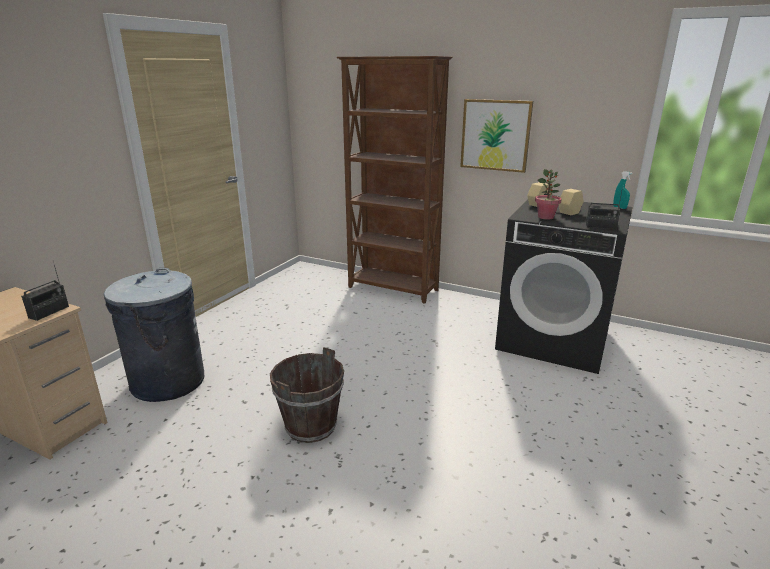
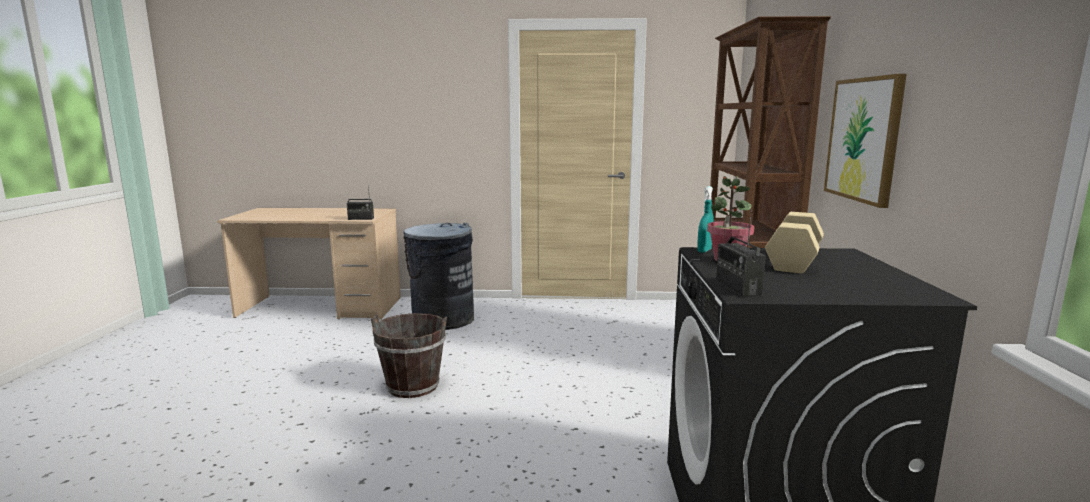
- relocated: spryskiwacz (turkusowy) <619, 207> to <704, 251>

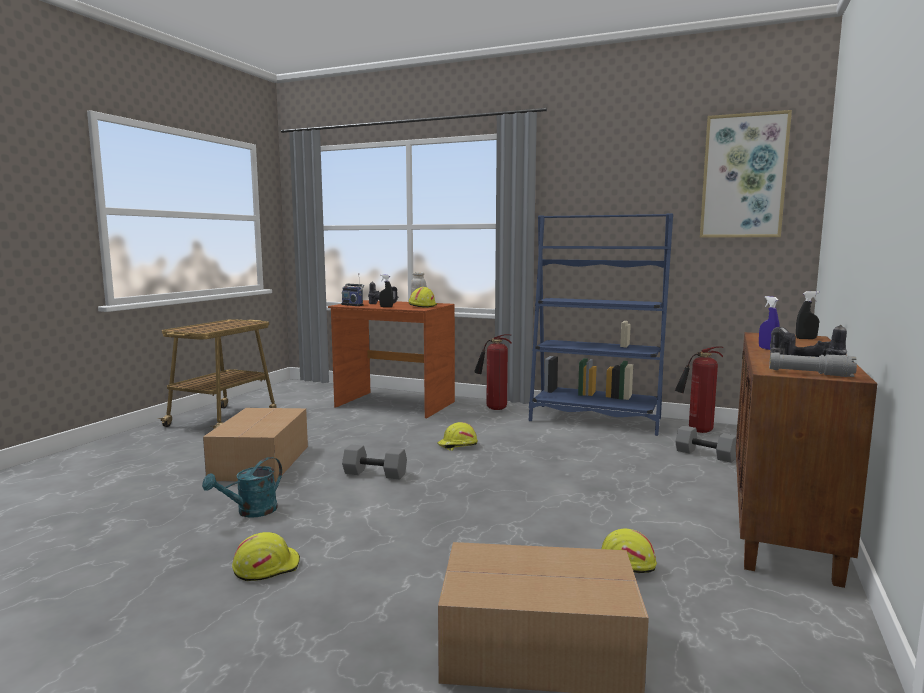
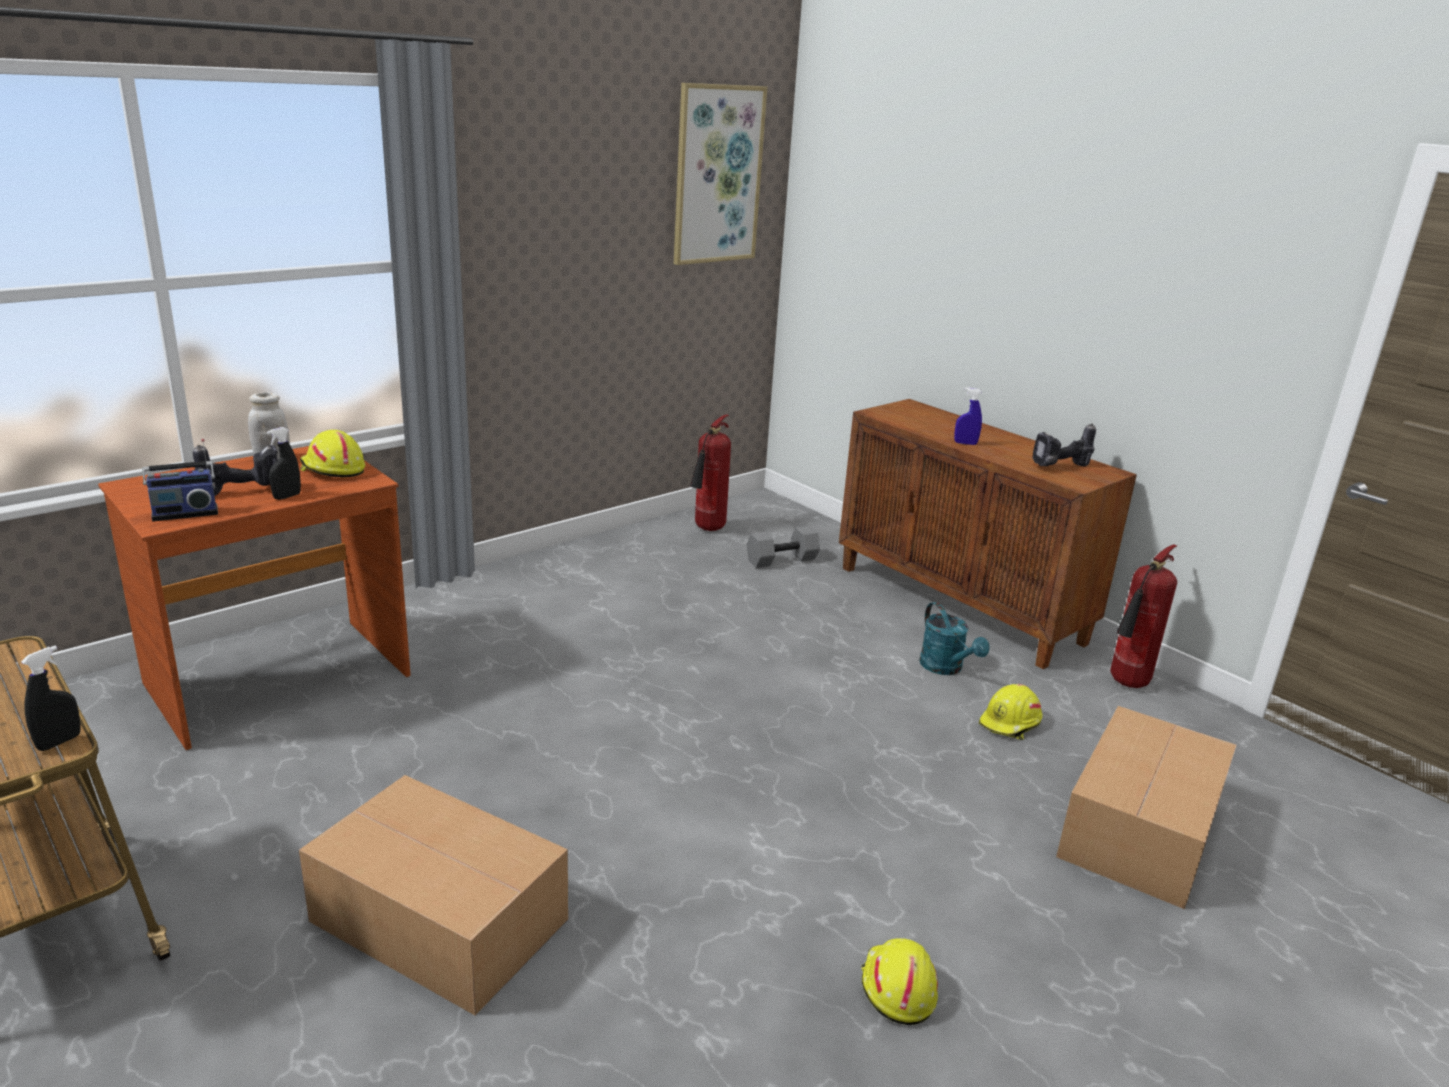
- relocated: konewka (turkusowy) <251, 512> to <946, 668>
- missing: hantel (szary) <376, 474>
- missing: kask (żółty) <457, 445>
- relocated: gaśnica <493, 409> to <1127, 684>
- missing: regał (niebieski) <595, 420>
- missing: latarka (szary) <810, 374>
- relocated: spryskiwacz (czarny) <806, 338> to <59, 742>

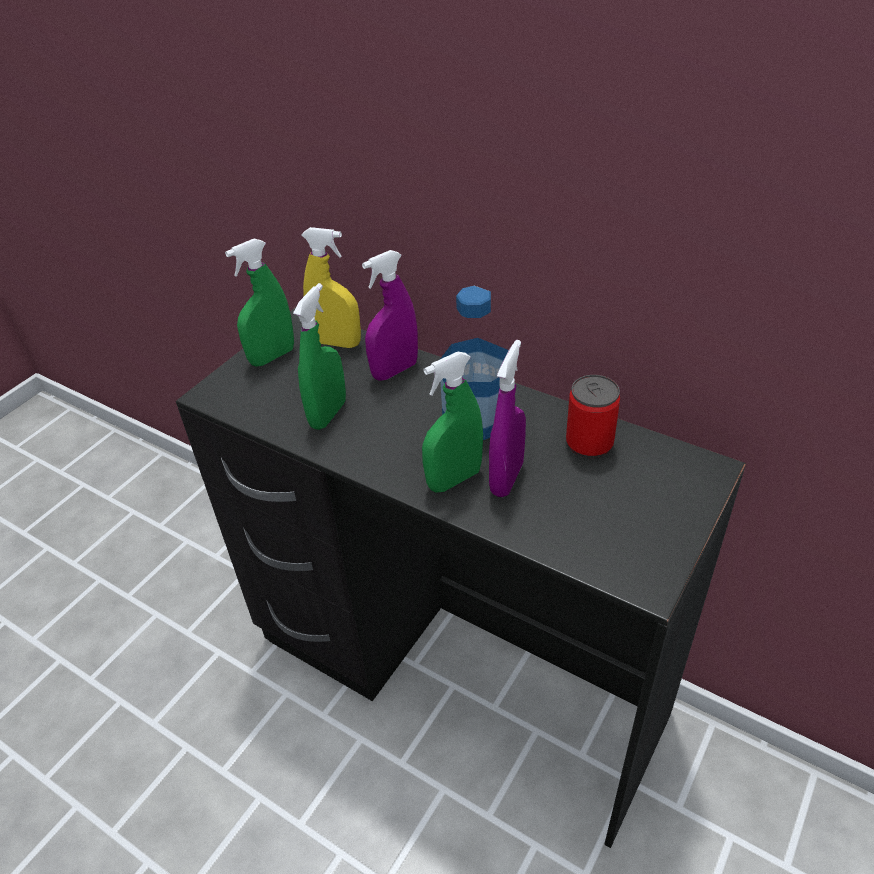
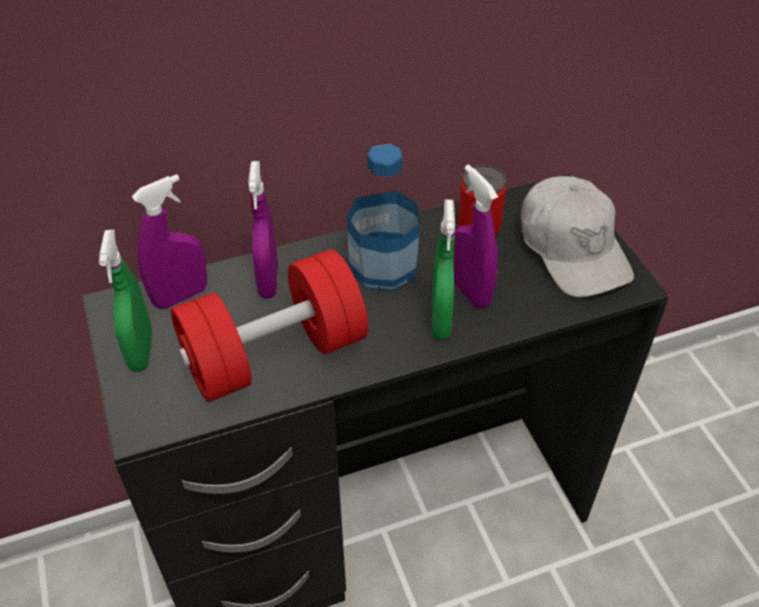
- exchanged: spryskiwacz (zielony) <328, 414> to hantel (czerwony) <274, 354>
- colour: spryskiwacz (żółty) <337, 343> to spryskiwacz (fioletowy) <180, 296>
- appeared: czapka z daszkiem (biały) <572, 249>

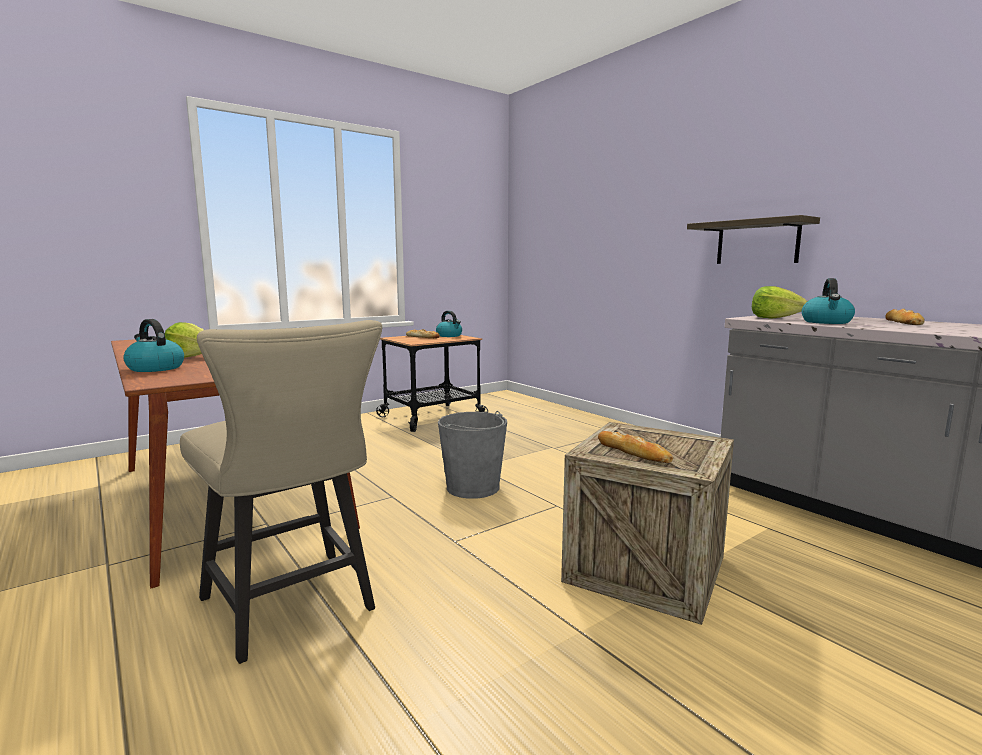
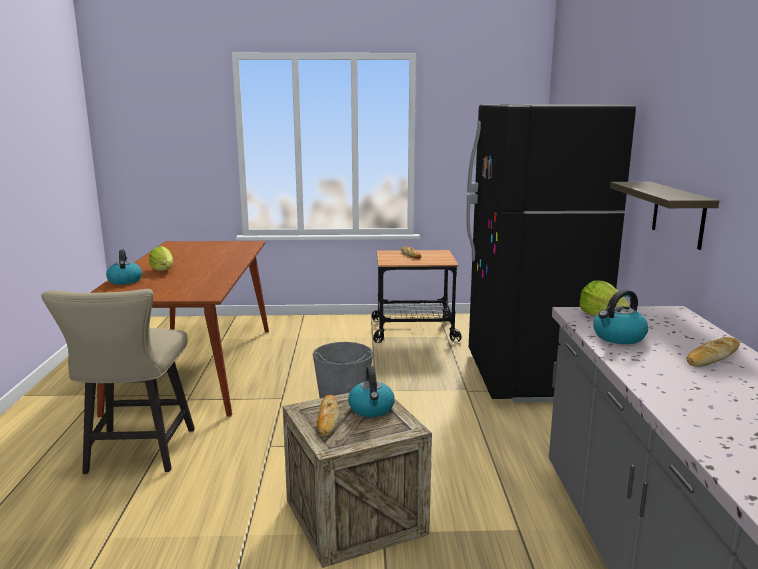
- relocated: czajnik <449, 336> to <371, 409>
- appeared: lodówka (czarny) <529, 376>

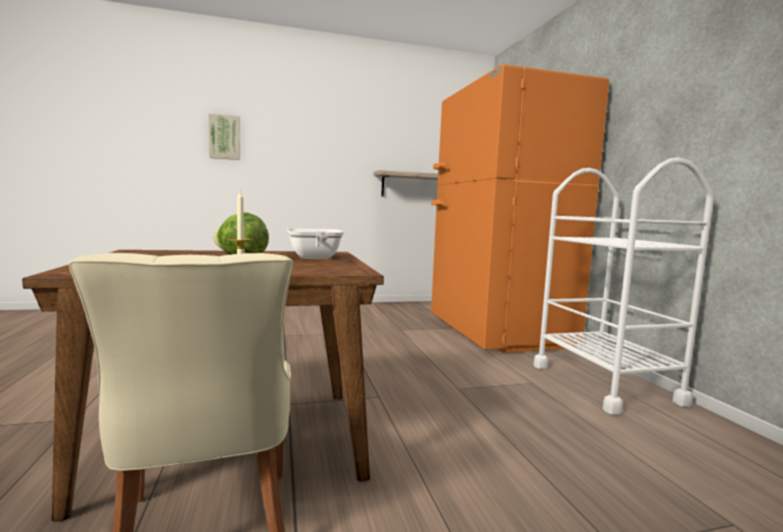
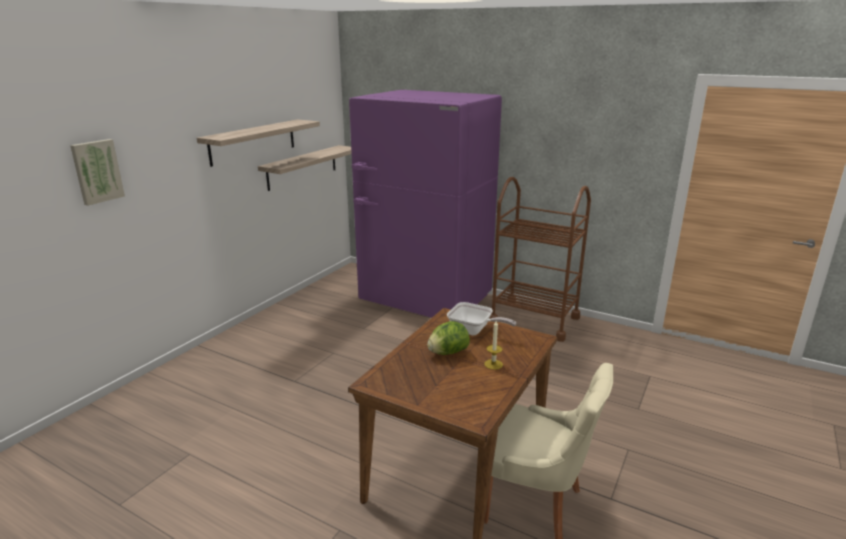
- colour: lodówka (pomarańczowy) <497, 333> to lodówka (fioletowy) <425, 300>
- colour: wózek (biały) <604, 384> to wózek (brązowy) <534, 320>
- appeared: półka <253, 141>

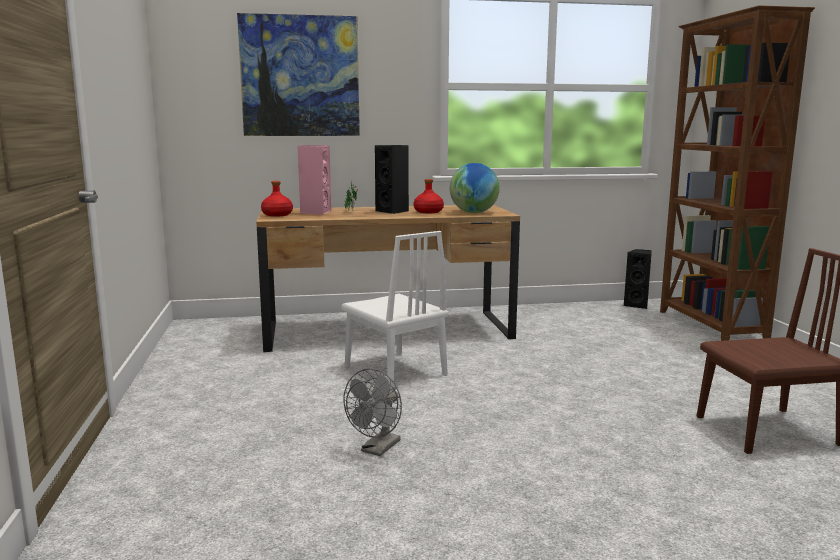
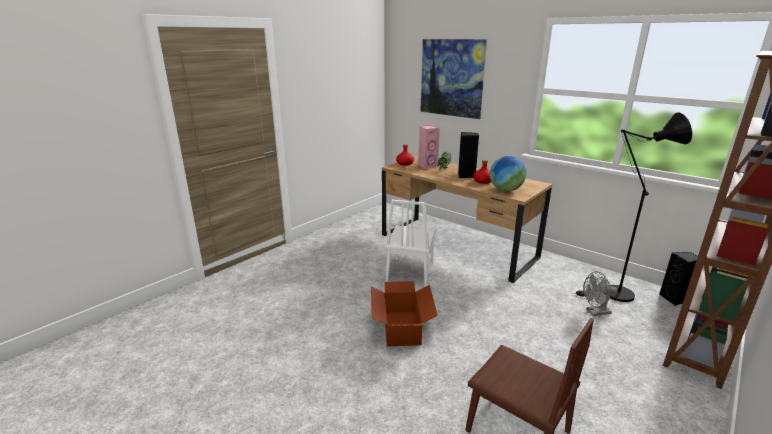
- relocated: wentylator (szary) <377, 449> to <595, 312>
- appeared: karton <402, 328>
- appeared: lampa stojąca (czarny) <613, 294>

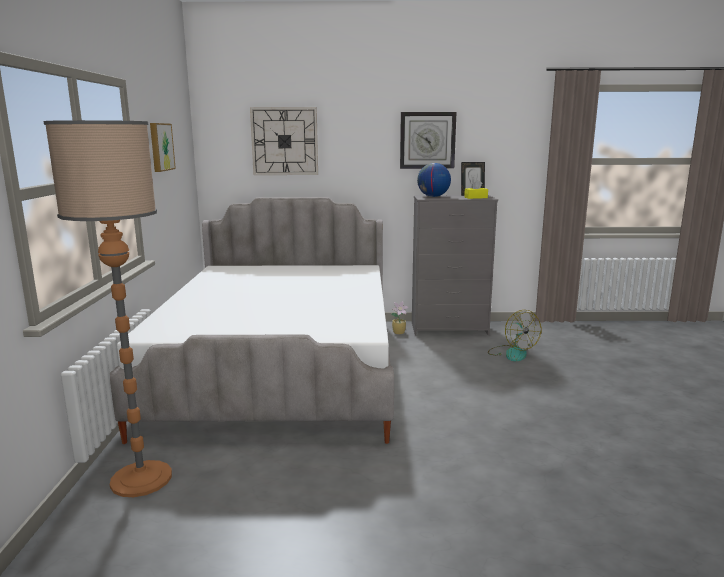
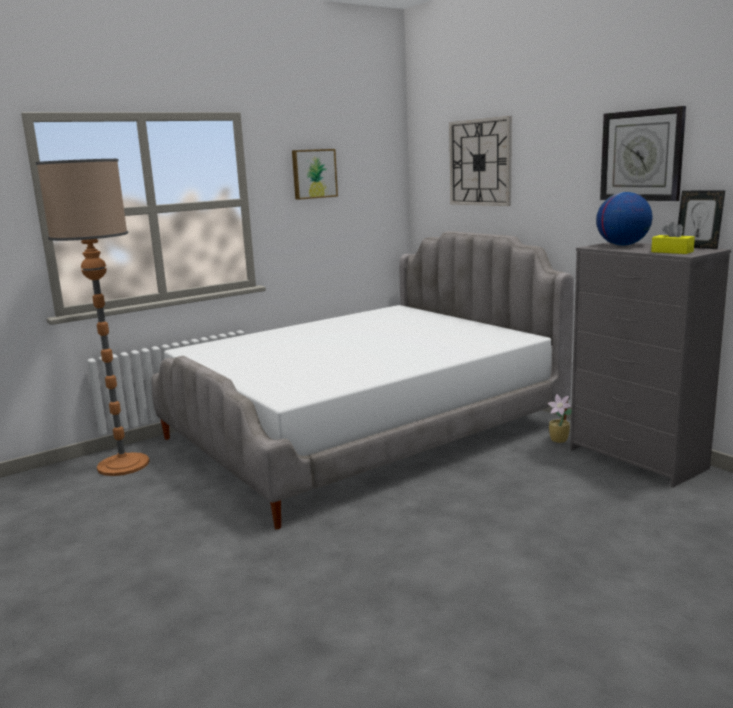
- missing: wentylator <511, 353>

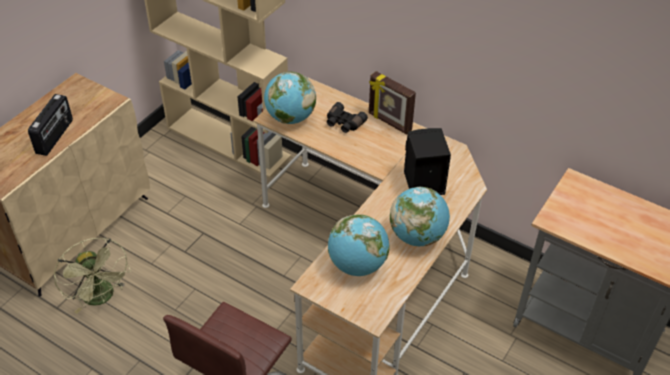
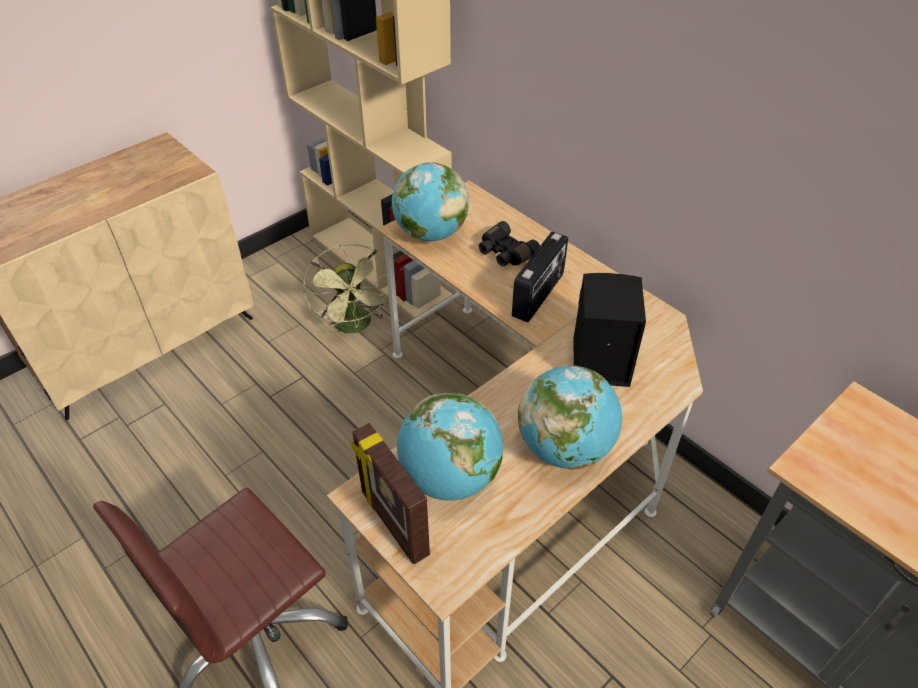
- relocated: radio <55, 137> to <539, 295>
- relocated: wentylator (zielony) <102, 298> to <356, 326>
- relocated: ramka na zdjęcie <389, 122> to <393, 523>

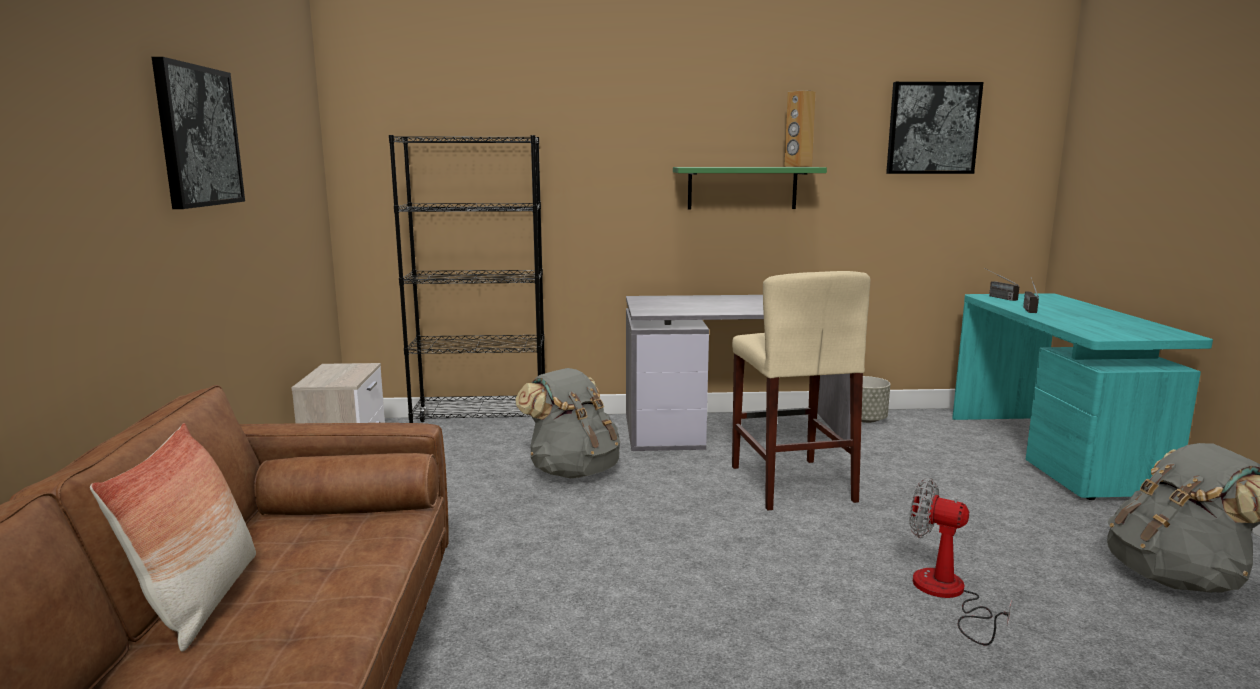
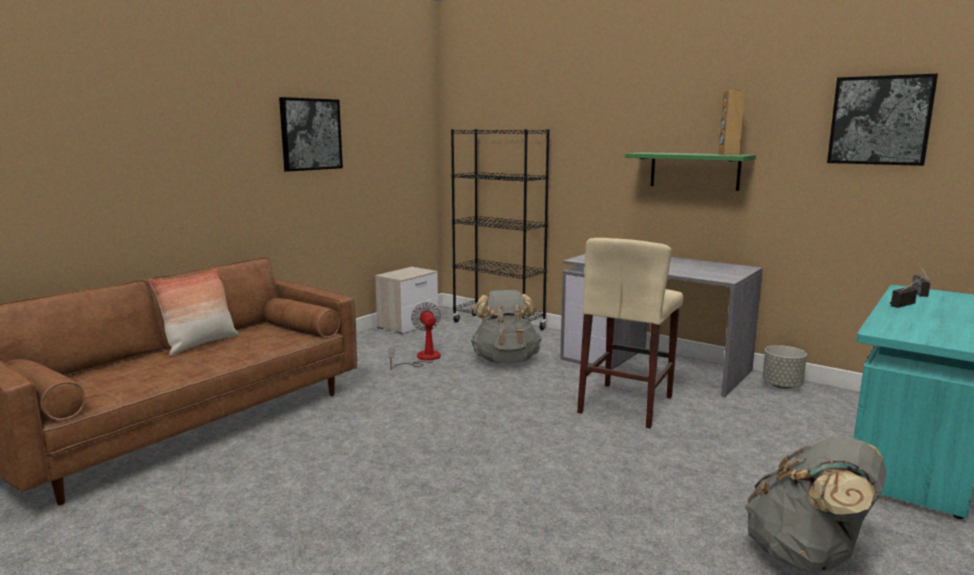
- relocated: wentylator <947, 595> to <422, 359>

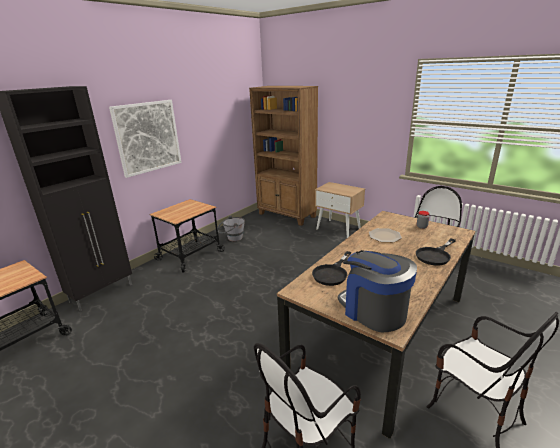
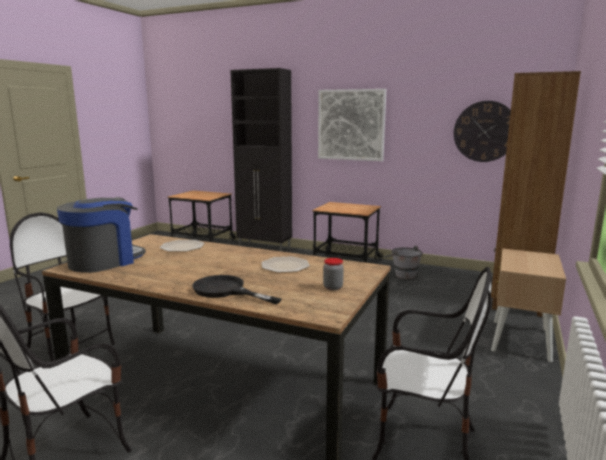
- exchanged: patelnia (czarny) <332, 273> to talerz <182, 247>
- appeared: zegar ścienny <485, 131>

